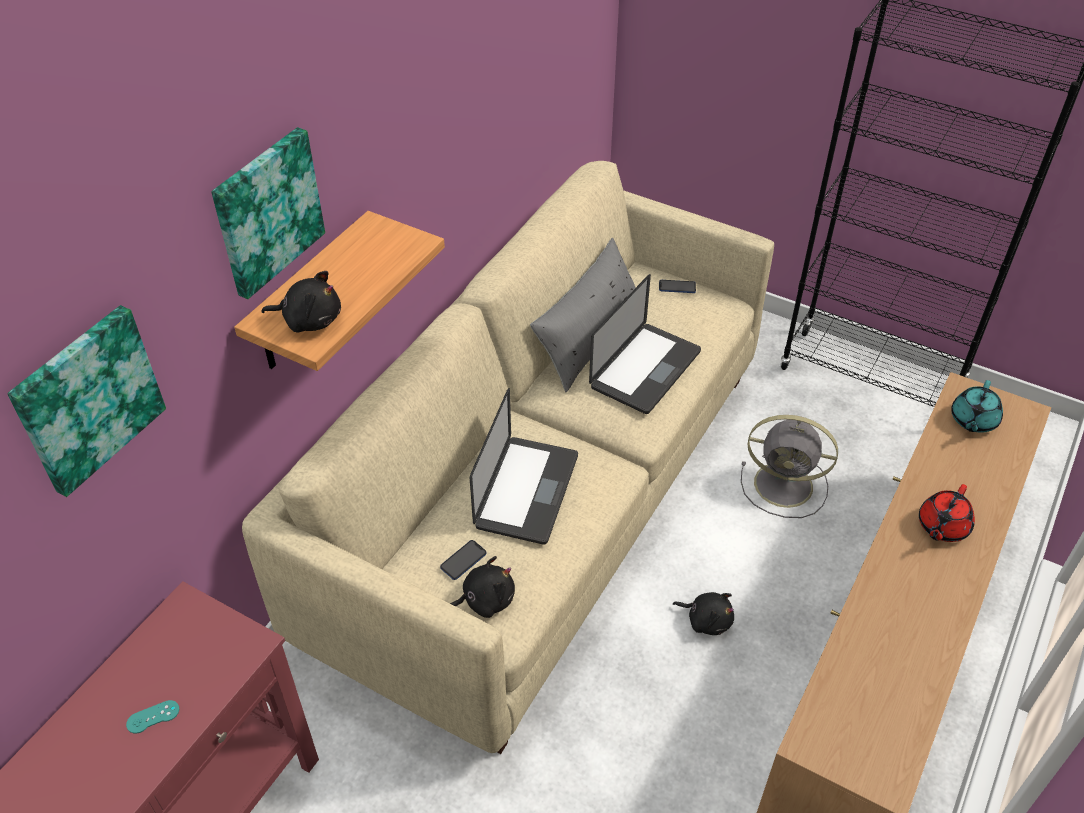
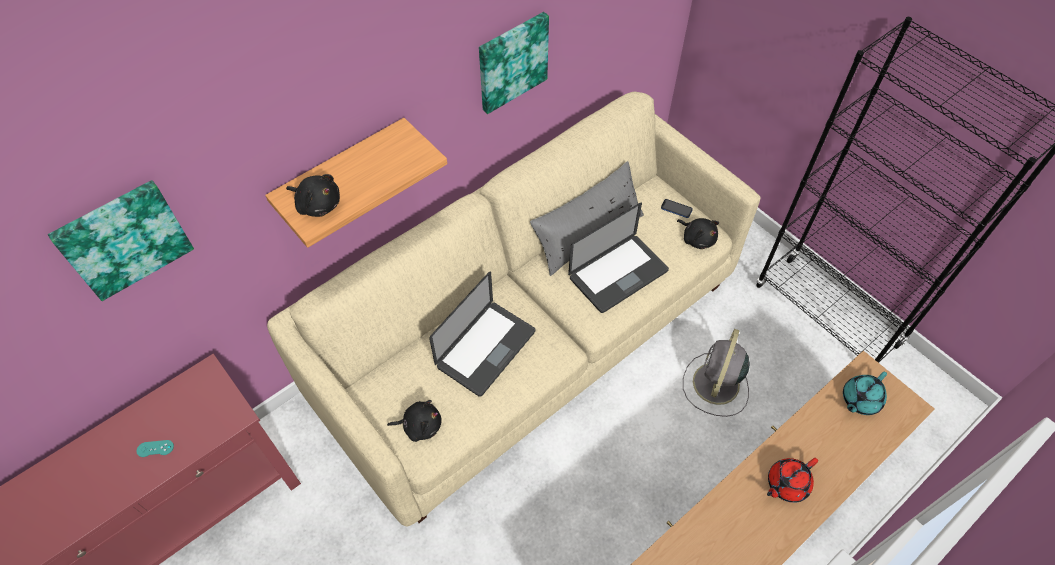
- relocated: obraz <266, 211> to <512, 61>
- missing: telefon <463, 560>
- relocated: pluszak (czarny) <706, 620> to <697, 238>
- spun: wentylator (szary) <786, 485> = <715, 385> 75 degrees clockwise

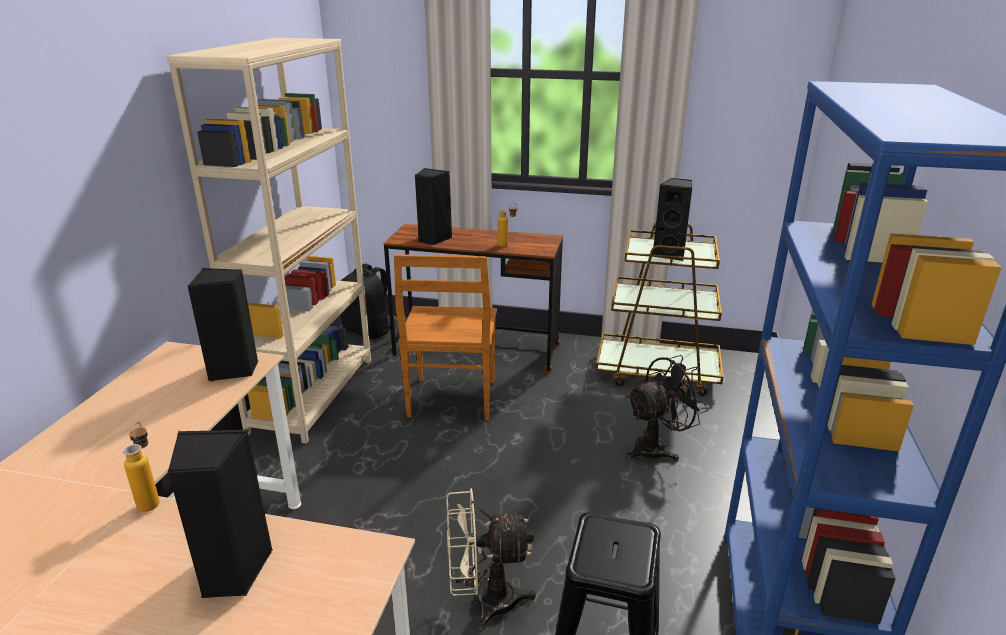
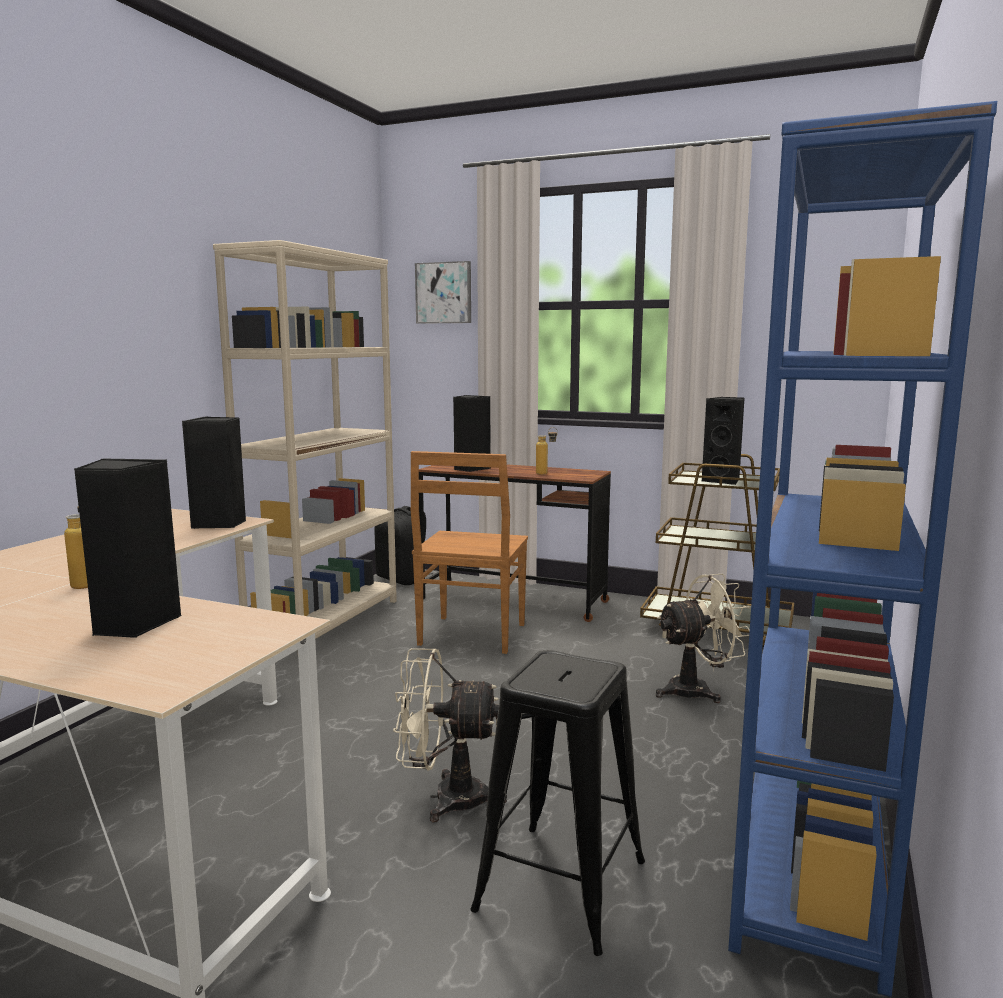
- colour: wentylator (czarny) <657, 448> to wentylator (beżowy) <697, 690>
- appeared: obraz <444, 293>

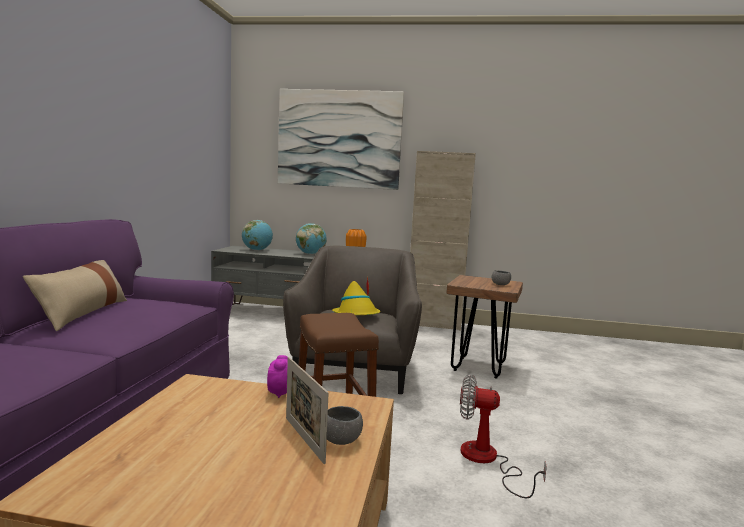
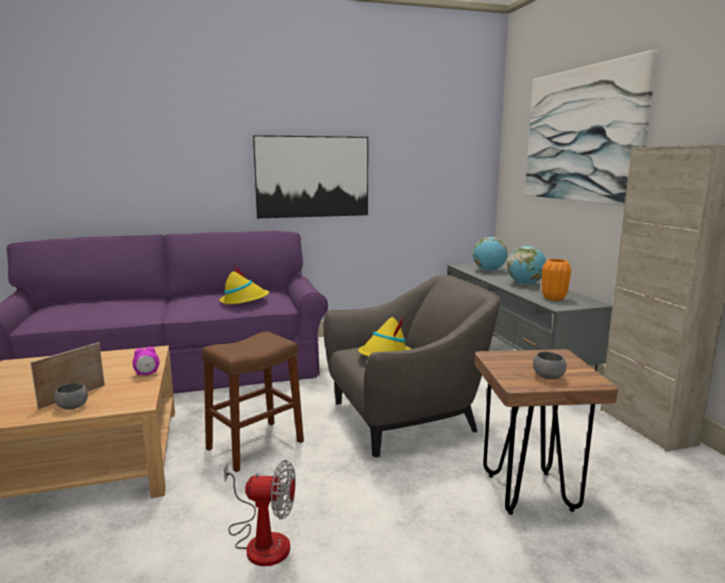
- missing: poduszka (beżowy) <83, 313>
- spun: wentylator <487, 460> = <261, 540> 105 degrees clockwise
- appeared: kapelusz (żółty) <244, 300>
- appeared: obraz <312, 177>

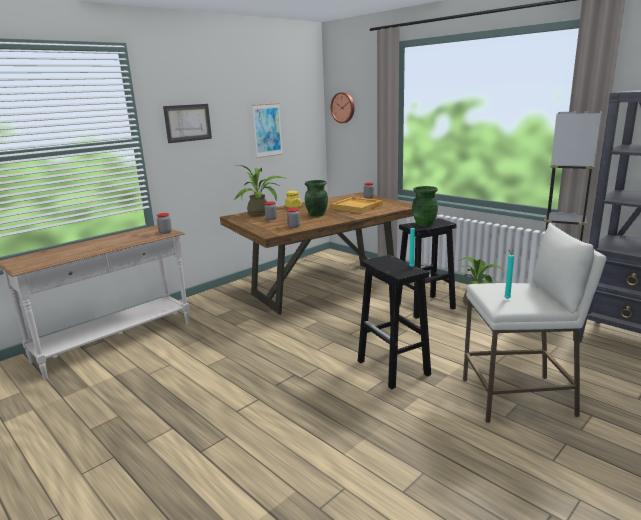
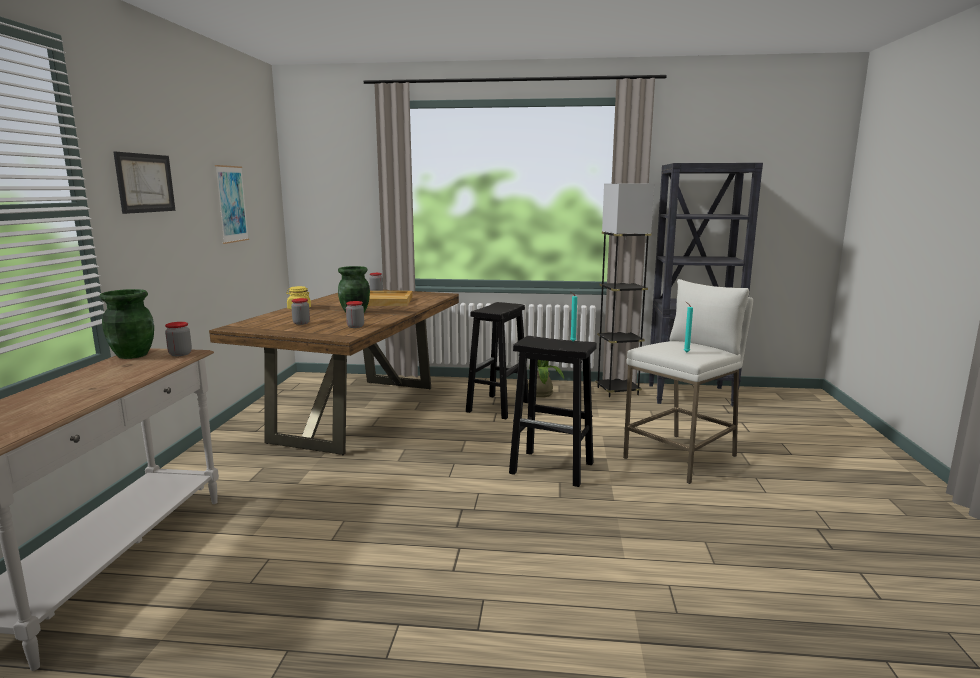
- missing: roślina doniczkowa <261, 213>
- missing: zegar ścienny <343, 107>
- relocated: wazon (zielony) <424, 224> to <133, 355>

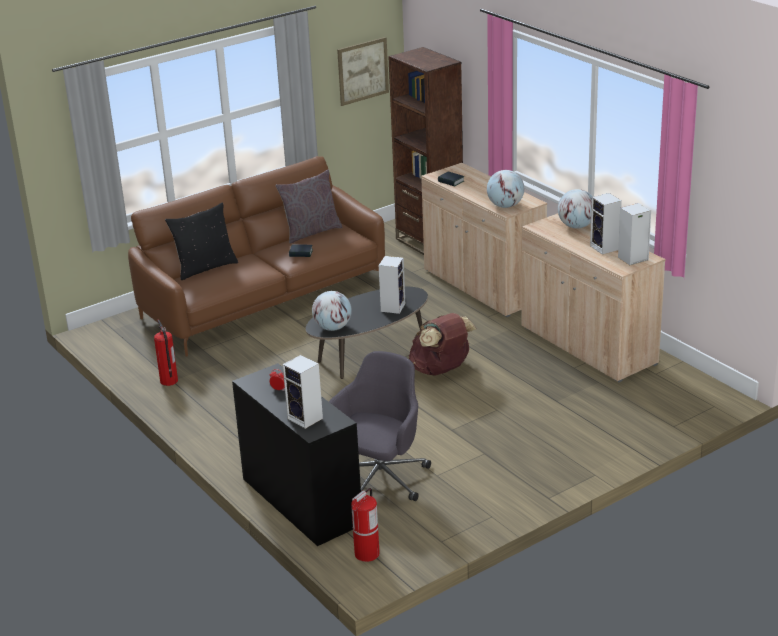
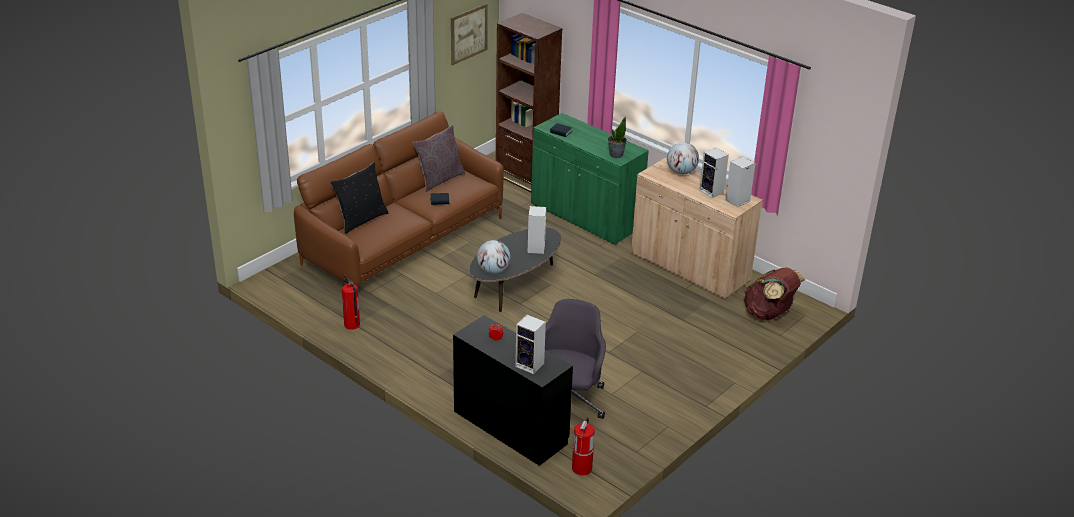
- relocated: plecak (brązowy) <441, 370> to <769, 314>
- colour: szafka (beżowy) <483, 286> to szafka (zielony) <585, 217>
- exchanged: globus <505, 206> to roślina doniczkowa <616, 154>

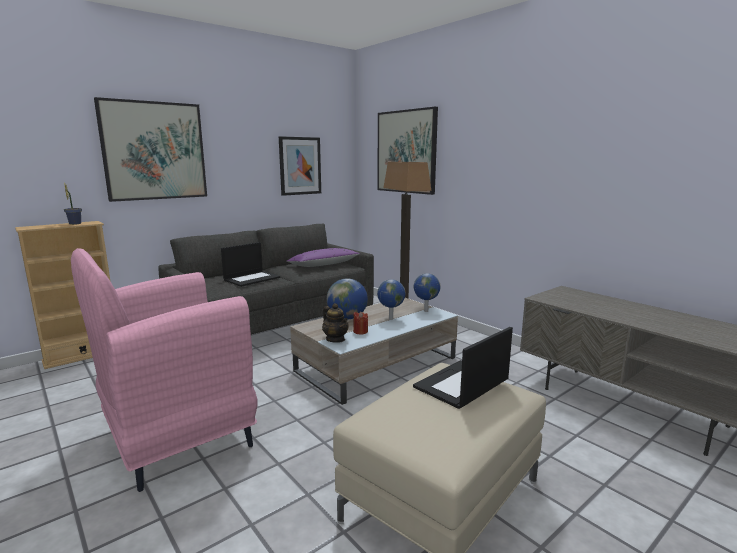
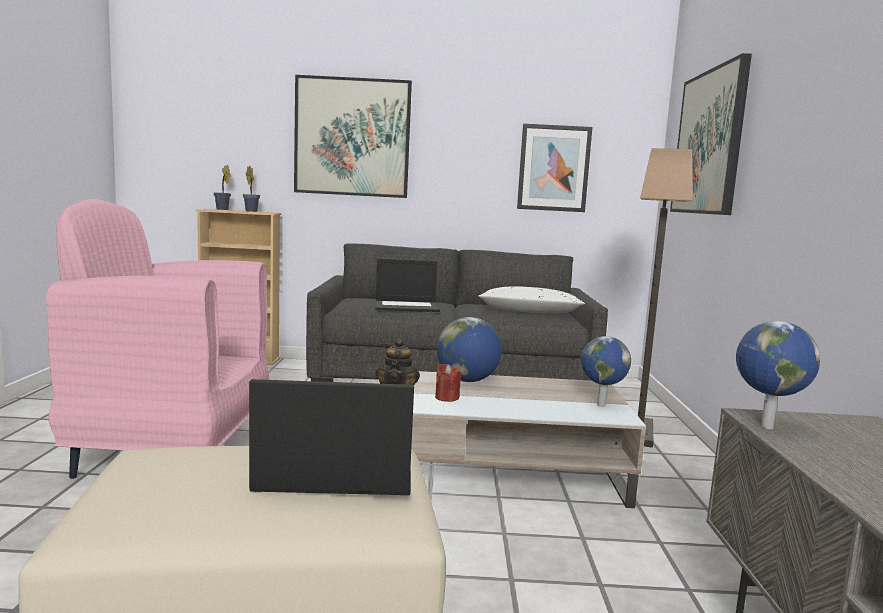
- colour: poduszka (fioletowy) <323, 265> to poduszka (biały) <529, 312>
- relocated: globus <390, 319> to <765, 426>
- appeared: roślina doniczkowa <223, 209>

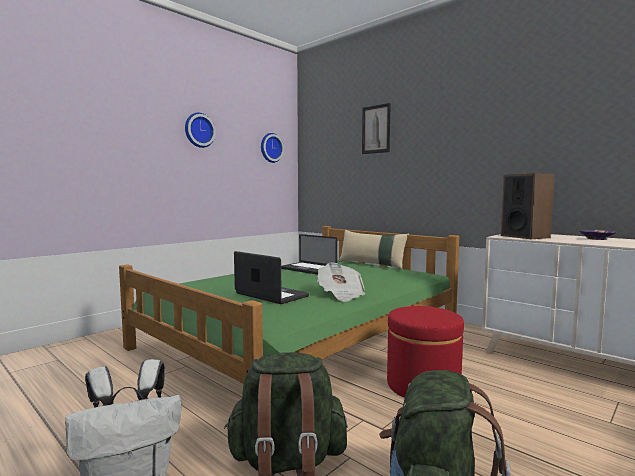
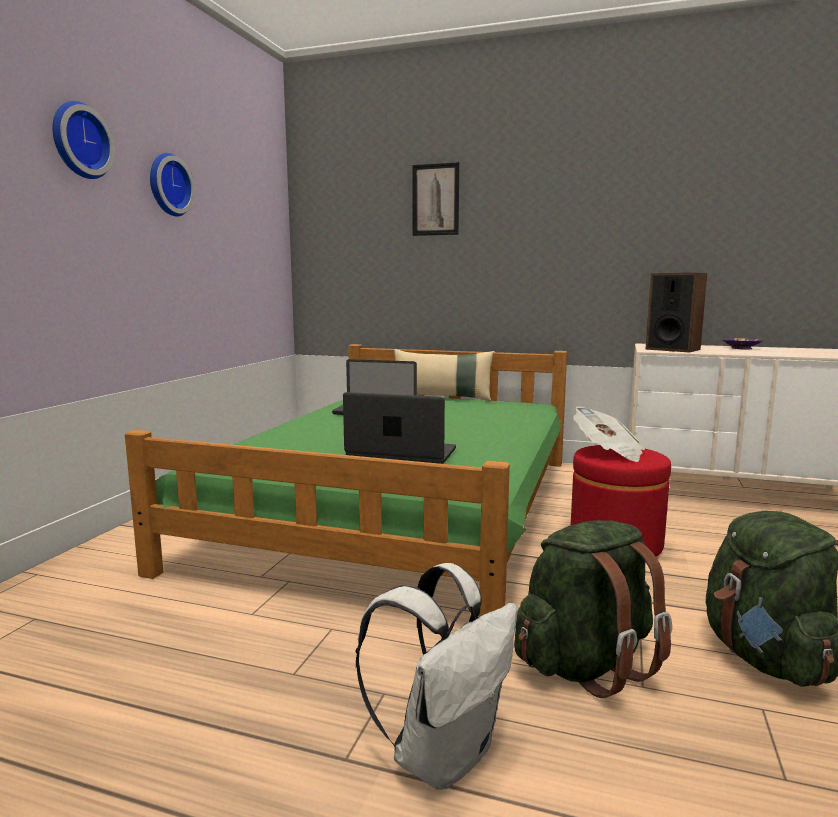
- relocated: zegar ścienny <270, 148> to <78, 141>
- relocated: gazeta <341, 295> to <608, 453>

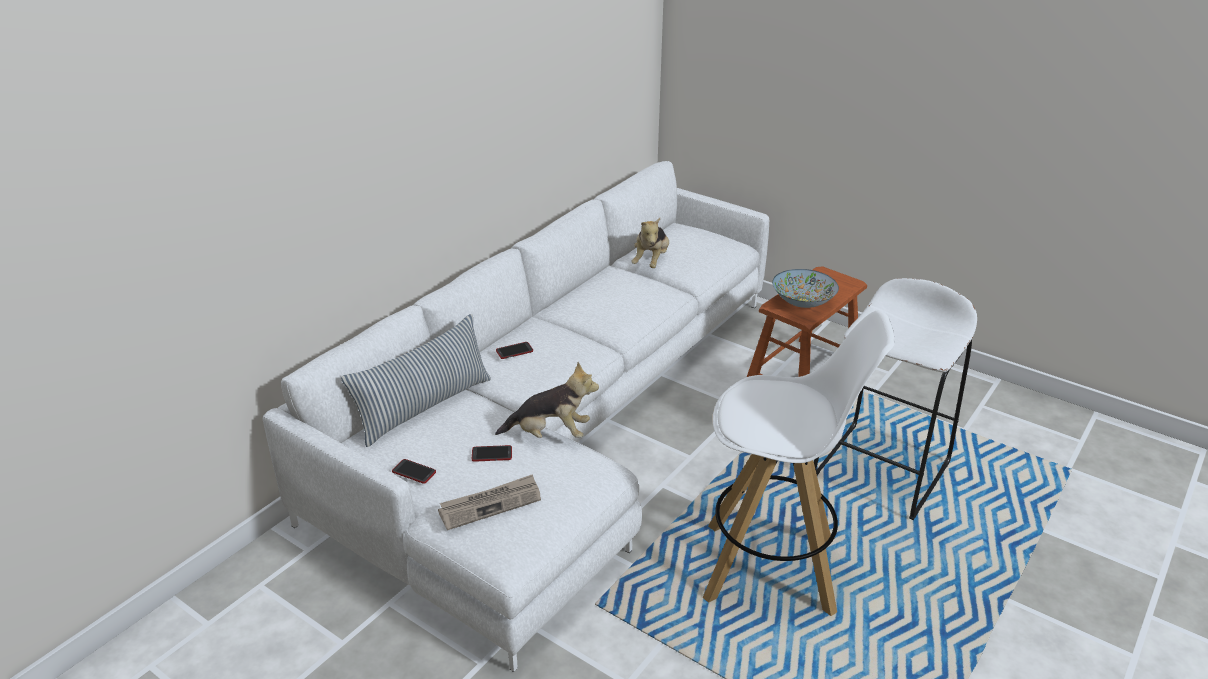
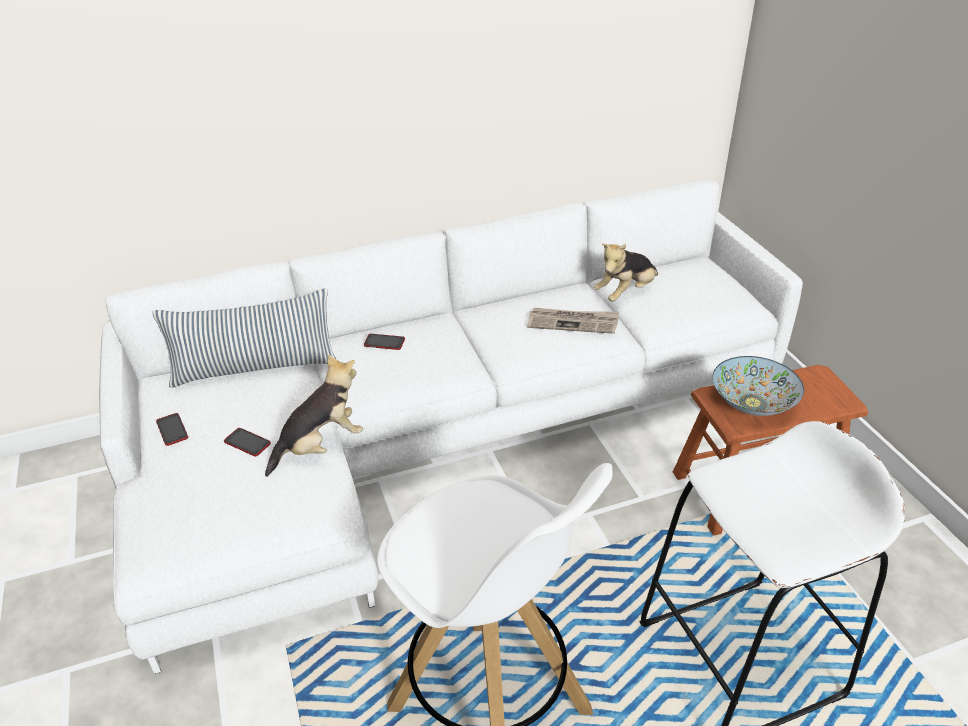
- relocated: gazeta <490, 504> to <573, 322>
- spun: pluszak <550, 434> = <321, 445> 75 degrees counterclockwise

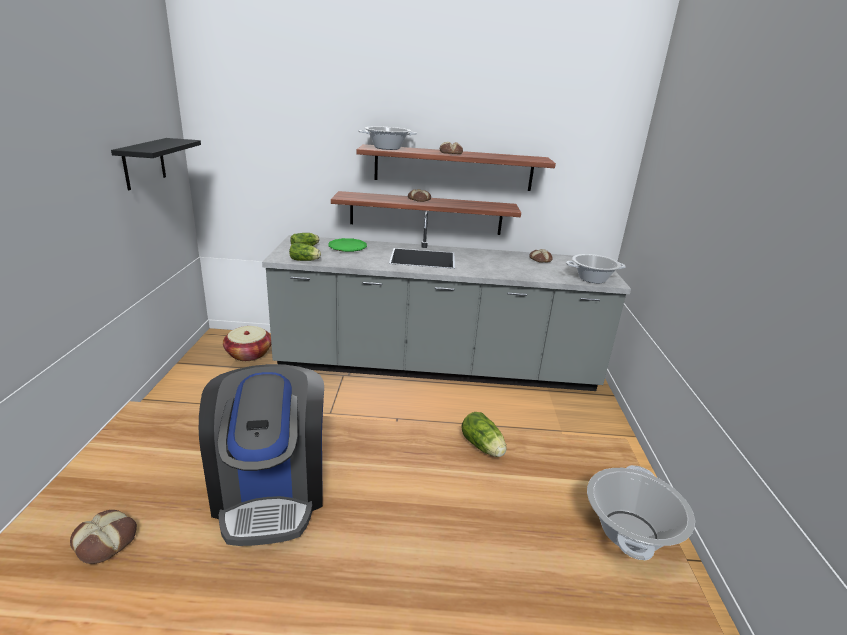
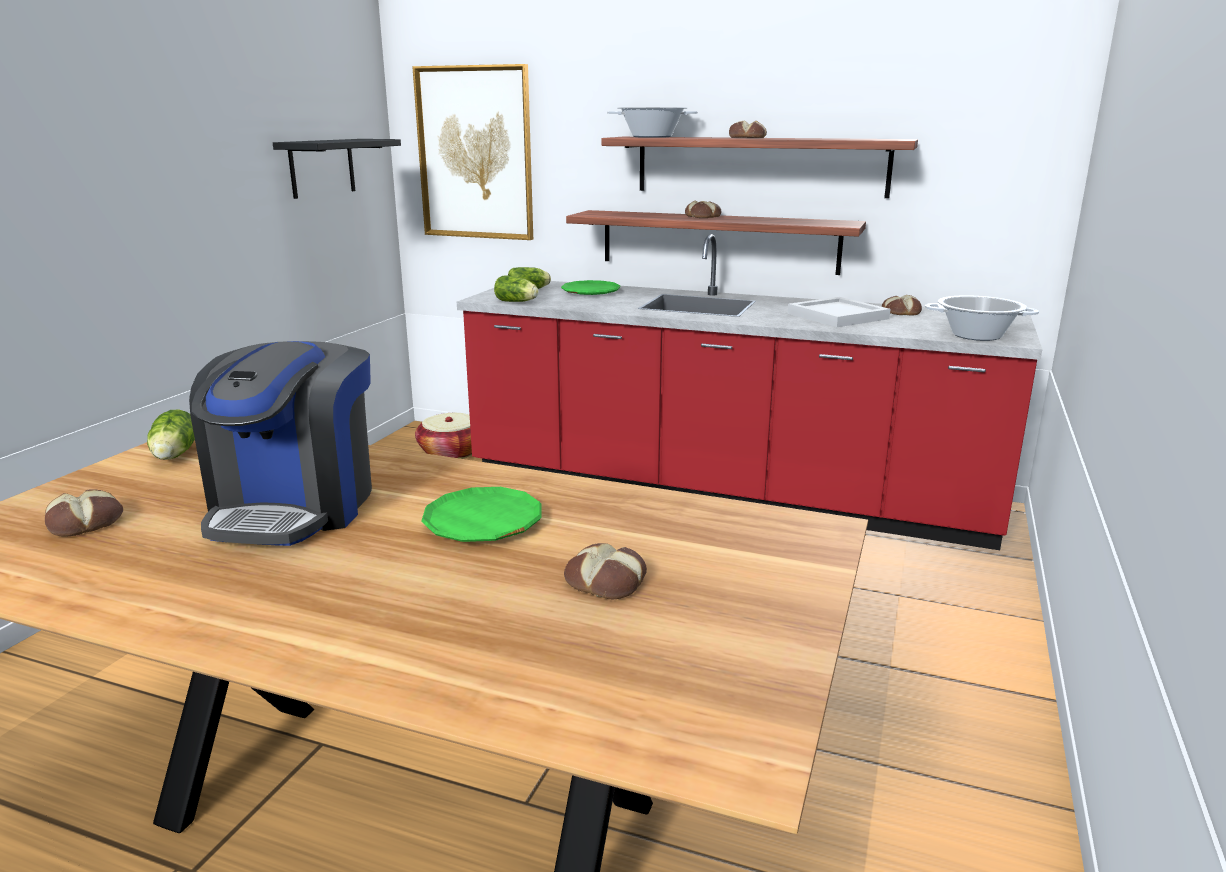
- colour: zabudowa kuchenna (szary) <436, 366> to zabudowa kuchenna (czerwony) <725, 491>
- relocated: sałata <483, 447> to <174, 456>
- missing: garnek <629, 531>
- appeared: obraz <475, 153>
- appeared: talerz (zielony) <483, 522>
- appeared: chleb <607, 581>
- appeared: taca (biały) <839, 316>

